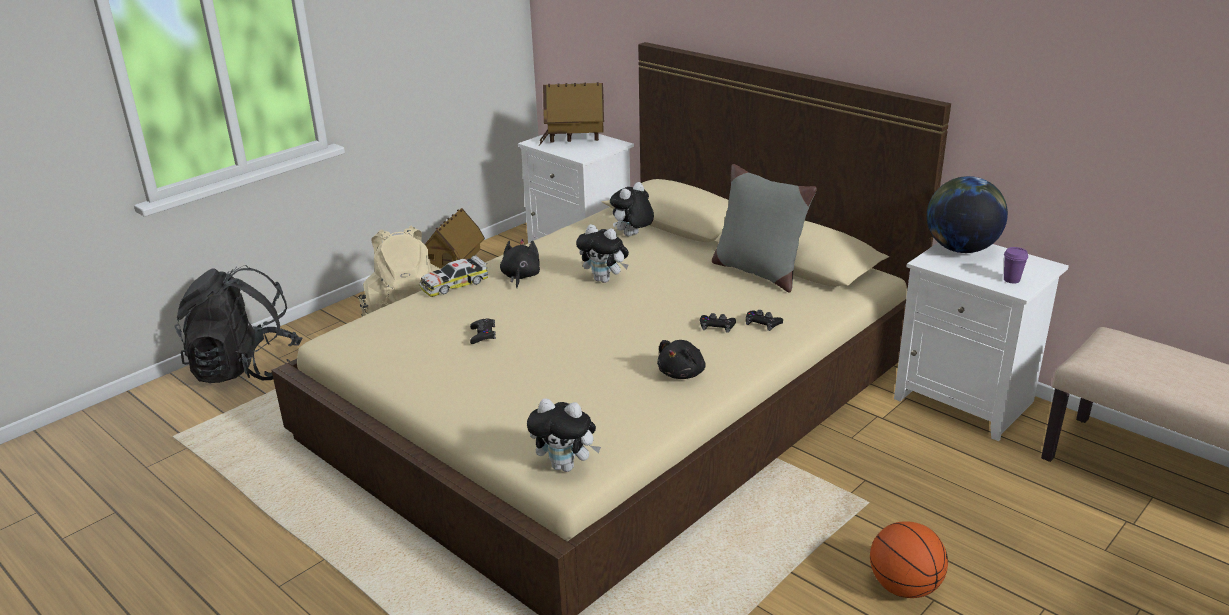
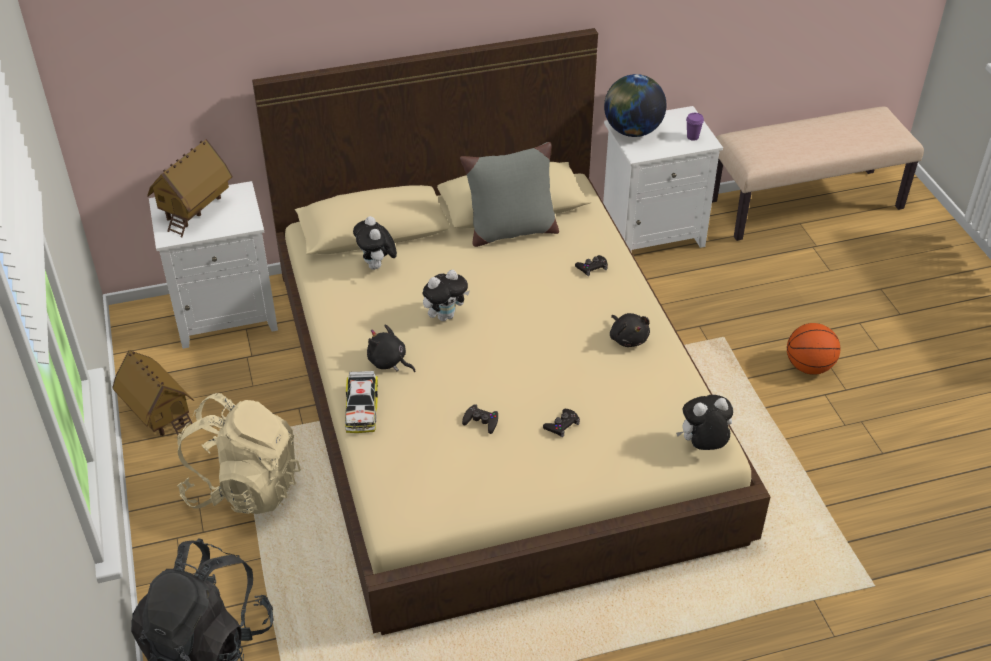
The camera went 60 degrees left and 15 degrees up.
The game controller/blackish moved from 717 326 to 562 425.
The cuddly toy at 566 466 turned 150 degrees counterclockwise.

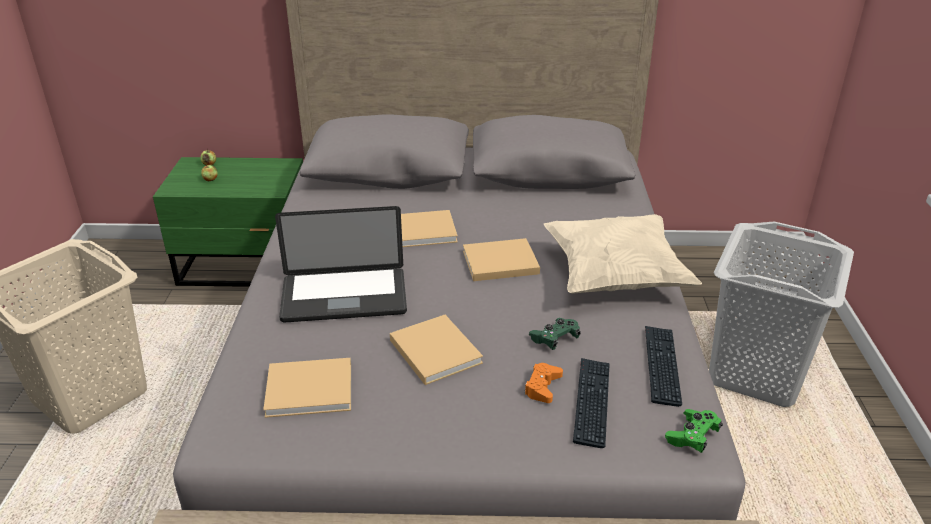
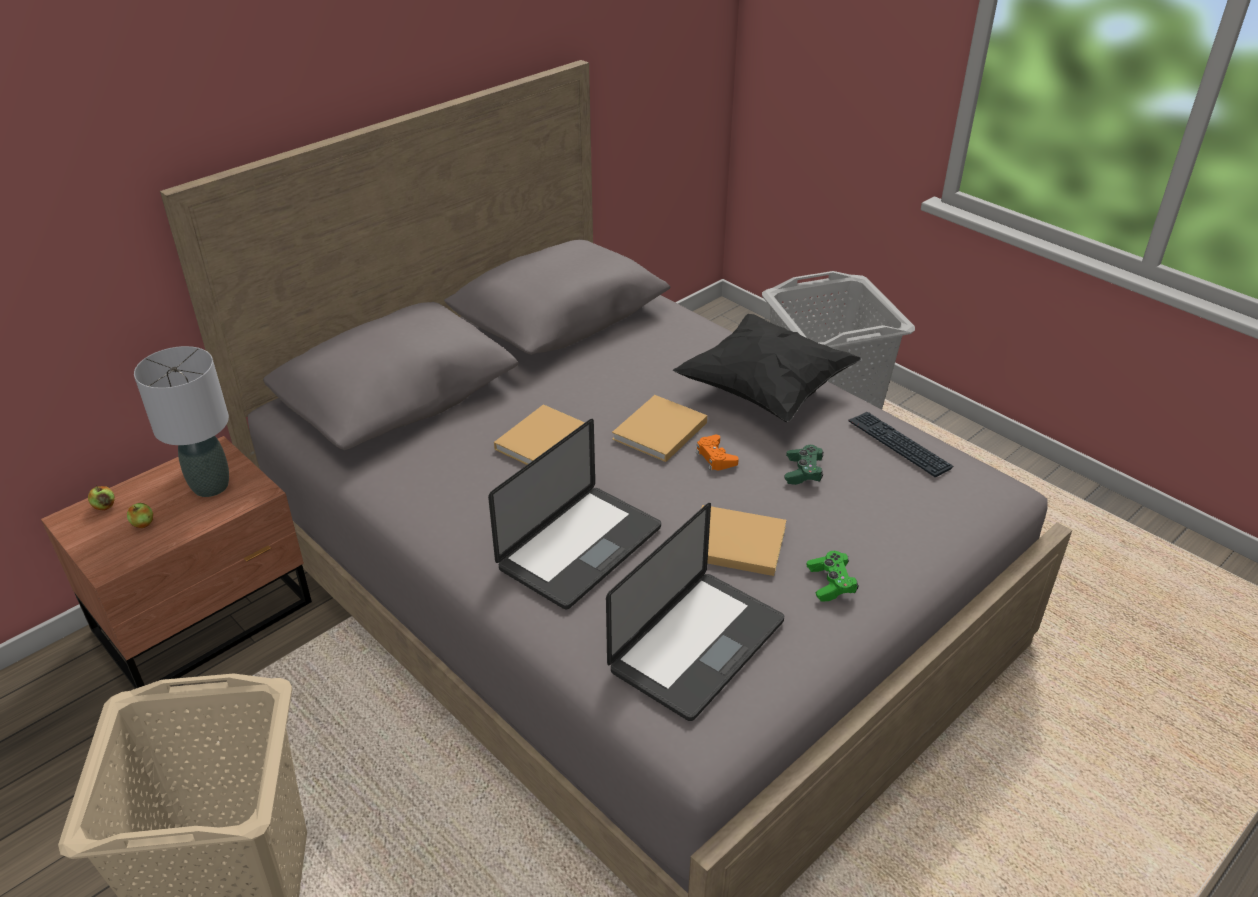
The camera went 45 degrees left and 5 degrees up.
The night table/greenish at 248 266 became the night table/brown-coloured at 208 617.
The table lamp/grey at 211 486 appeared.
The bound book/beige-coloured at 312 390 was replaced by the portable computer at 697 646.
The throw pillow/beige-coloured at 615 277 became the throw pillow/blackish at 764 391.
The game controller/orangey moved from 542 387 to 715 457.
The game controller/greenish moved from 692 437 to 830 583.
The keyboard at 591 402 disappeared.

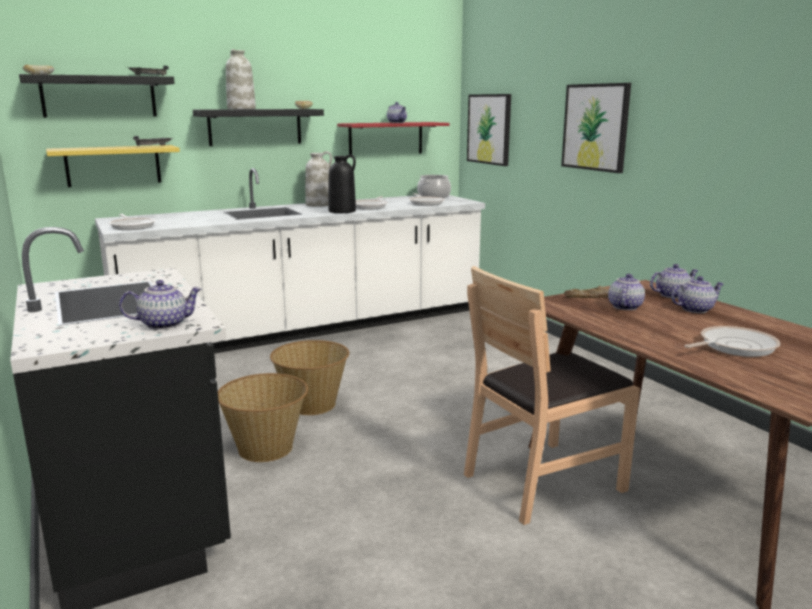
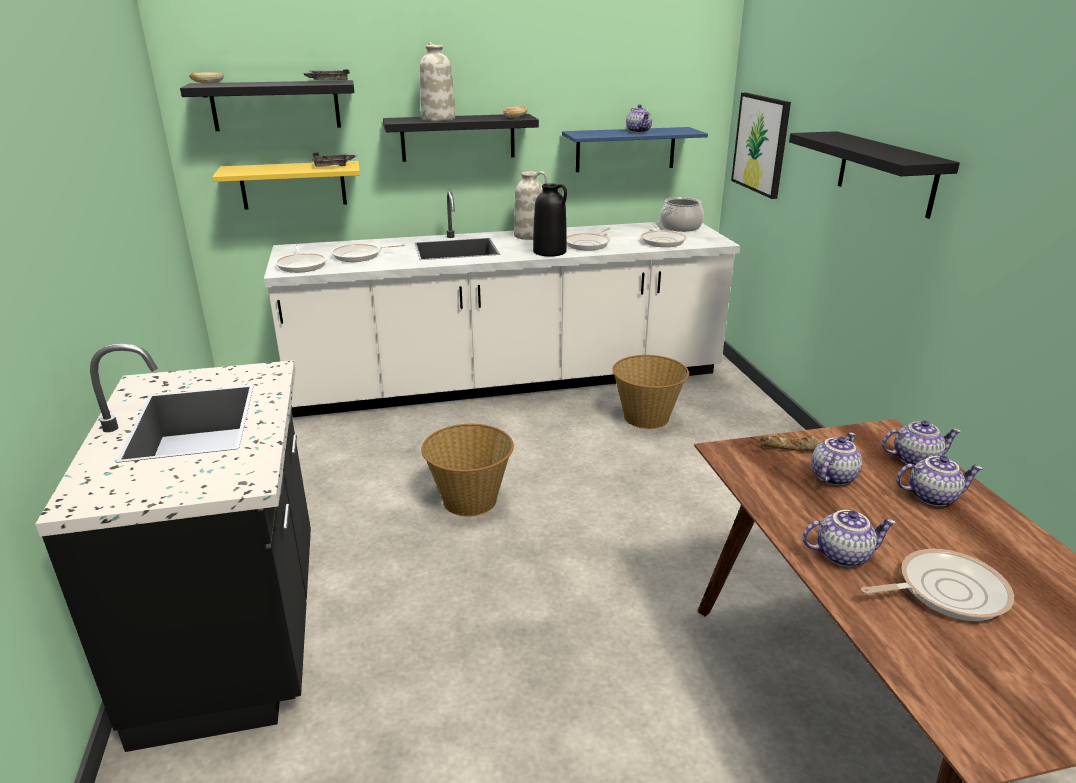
The camera went 15 degrees right and 10 degrees up.
The pan at 360 256 appeared.
The shelf/reddish at 386 138 became the shelf/bluish at 625 149.
The basket moved from 266 448 to 647 417.
The picture at 595 127 was replaced by the shelf/blackish at 886 173.
The teapot moved from 164 324 to 842 554.
The upright chair/brown-coloured at 542 480 disappeared.

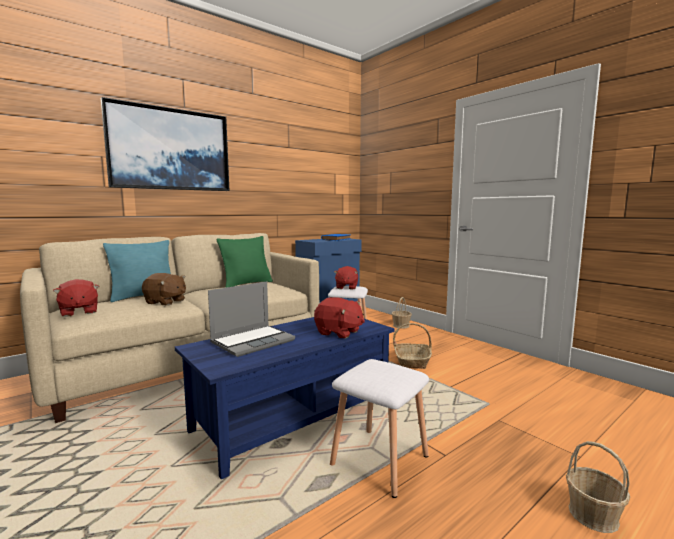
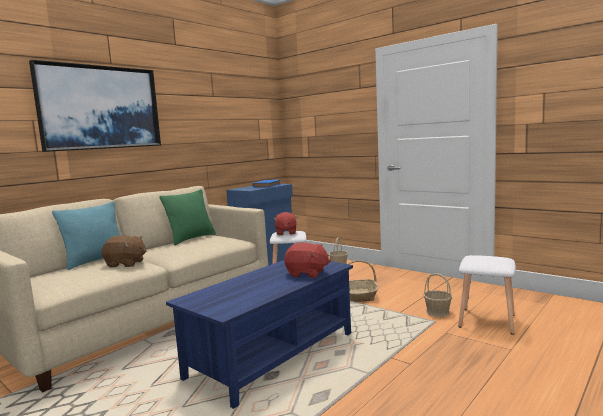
The camera went 10 degrees left and 0 degrees up.
The basket moved from 593 514 to 437 312.
The stool/white-coloured moved from 378 460 to 485 321.
The cuddly toy/reddish at 78 312 disappeared.
The portable computer at 253 341 disappeared.

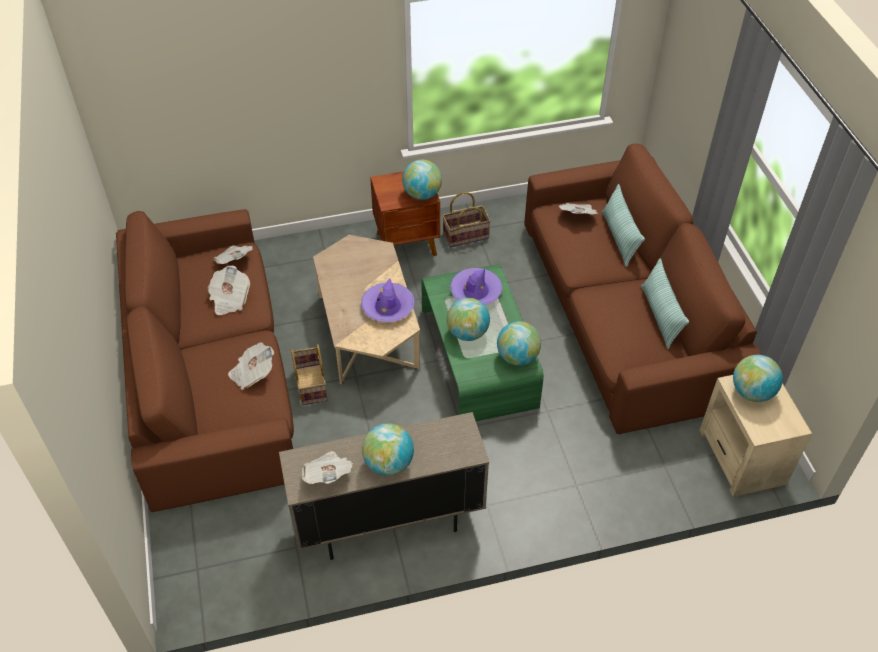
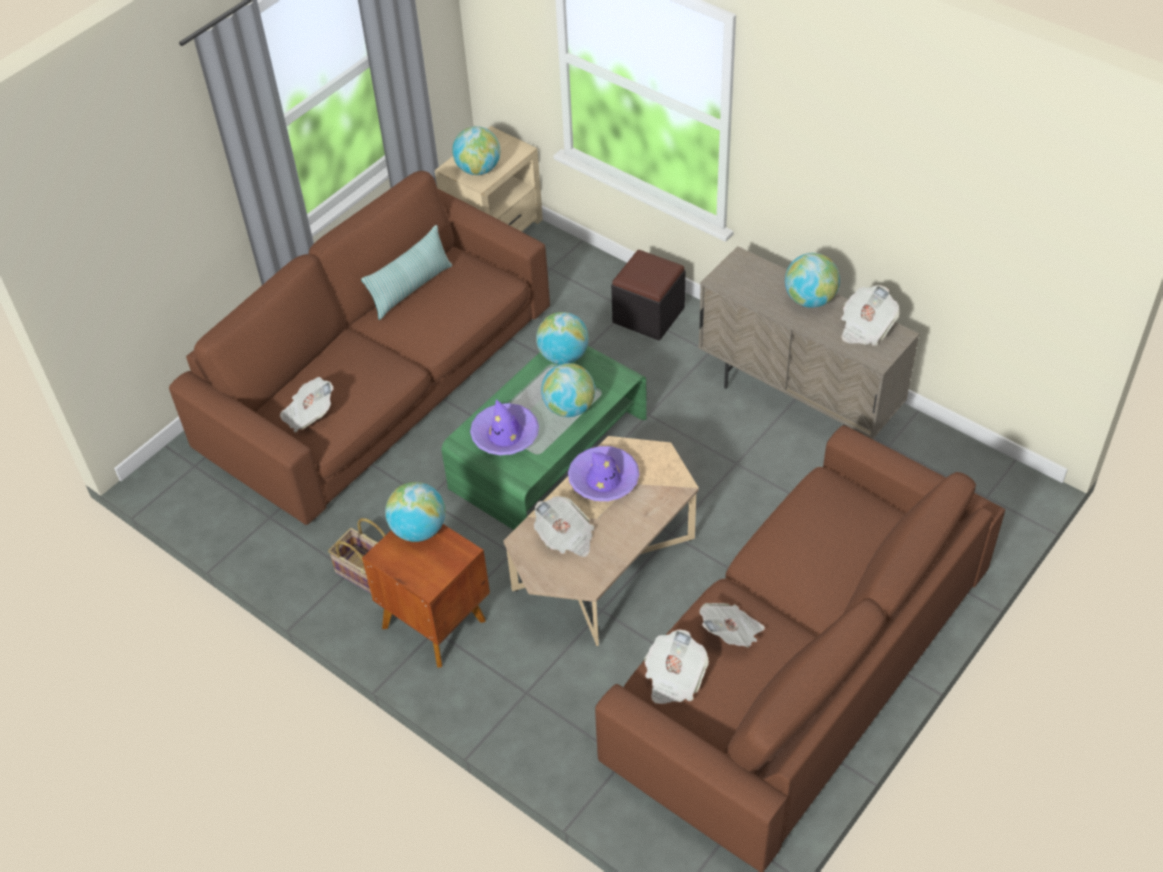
The camera went 125 degrees left and 0 degrees up.
The daily paper moved from 252 373 to 565 537.
The footrest/blackish at 648 315 appeared.
The basket at 310 385 disappeared.
The throw pillow at 619 238 disappeared.

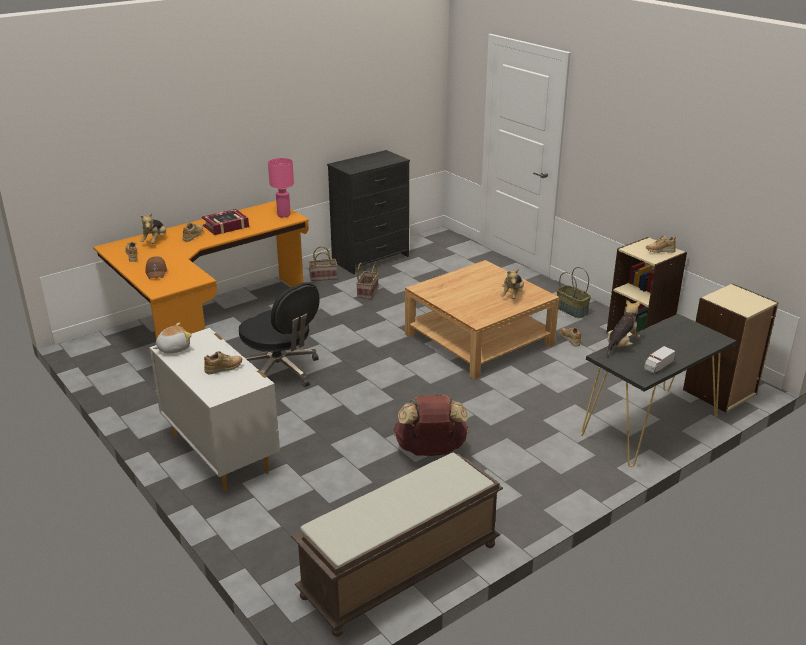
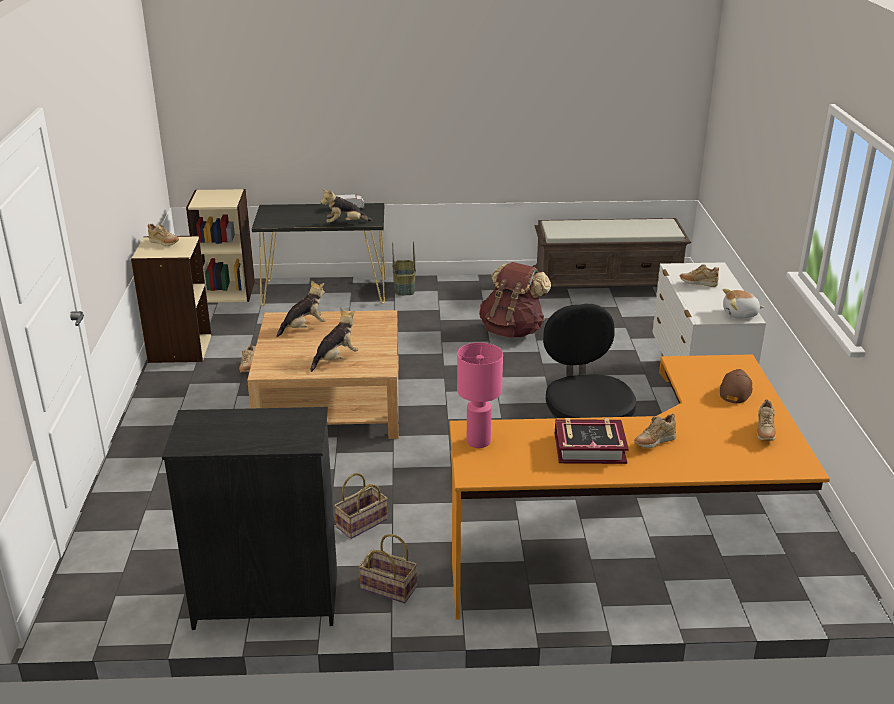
The camera went 145 degrees left and 0 degrees up.
The cuddly toy moved from 155 241 to 336 359.
The basket moved from 572 310 to 403 287.

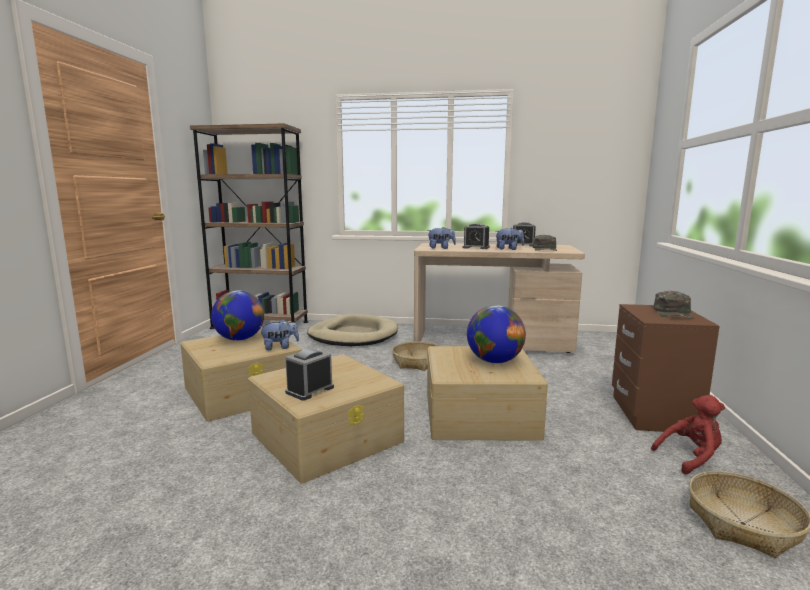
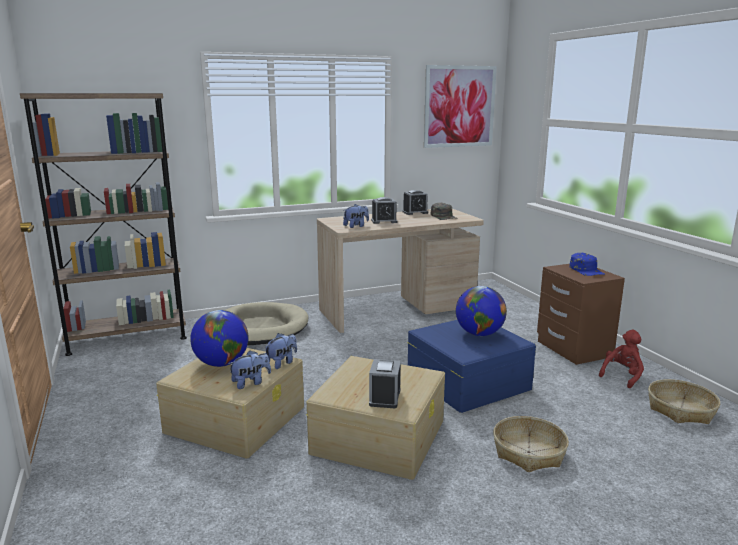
The camera went 30 degrees left and 5 degrees up.
The cuddly toy moved from 509 249 to 250 383.
The storage box/beige-coloured at 479 413 became the storage box/bluish at 467 381.
The picture at 459 106 appeared.
The basket moved from 417 362 to 529 452.
The peaked cap/greenish at 673 313 became the peaked cap/bluish at 586 270.

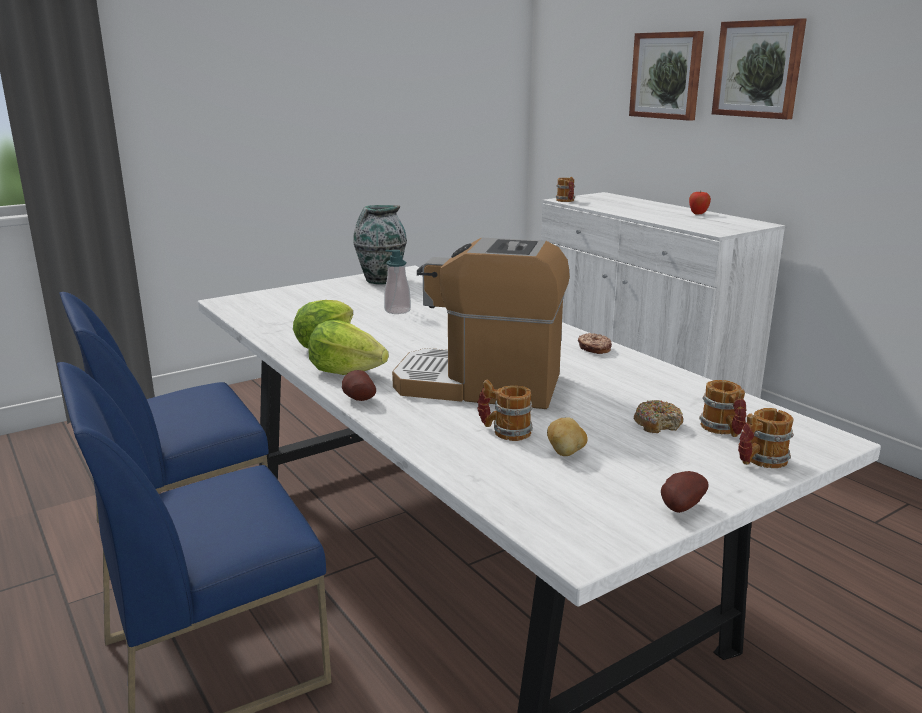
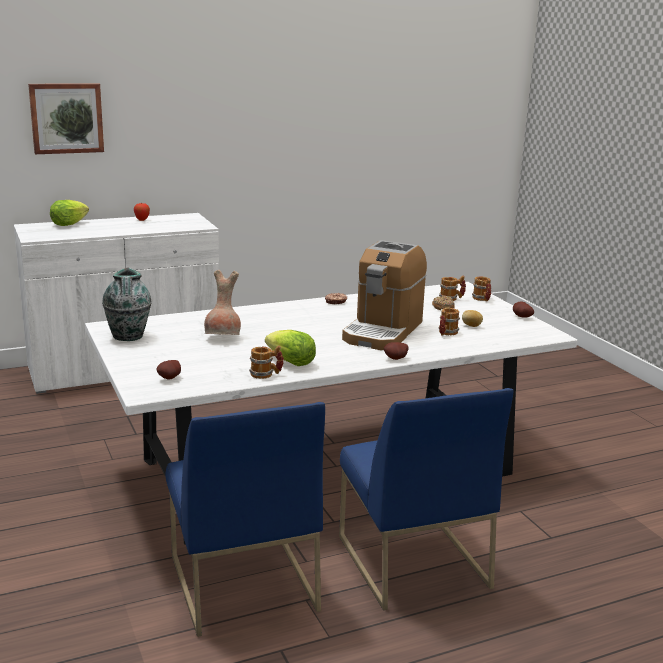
The camera went 80 degrees left and 0 degrees up.
The lettuce head moved from 346 372 to 68 224.
The whole potato at 170 378 appeared.
The soap bottle at 397 311 was replaced by the decorative vase/brown-coloured at 223 338.
The tea mug moved from 566 201 to 266 374.
The picture at 758 69 disappeared.

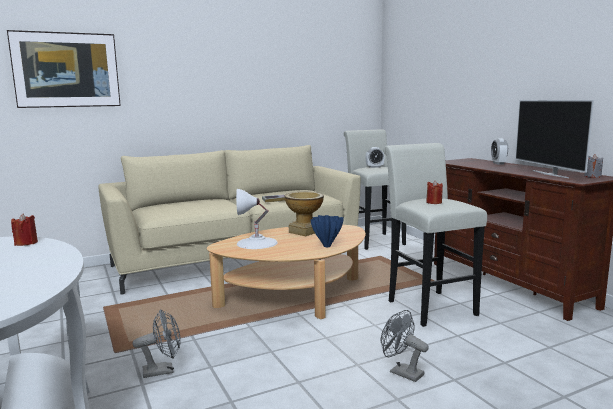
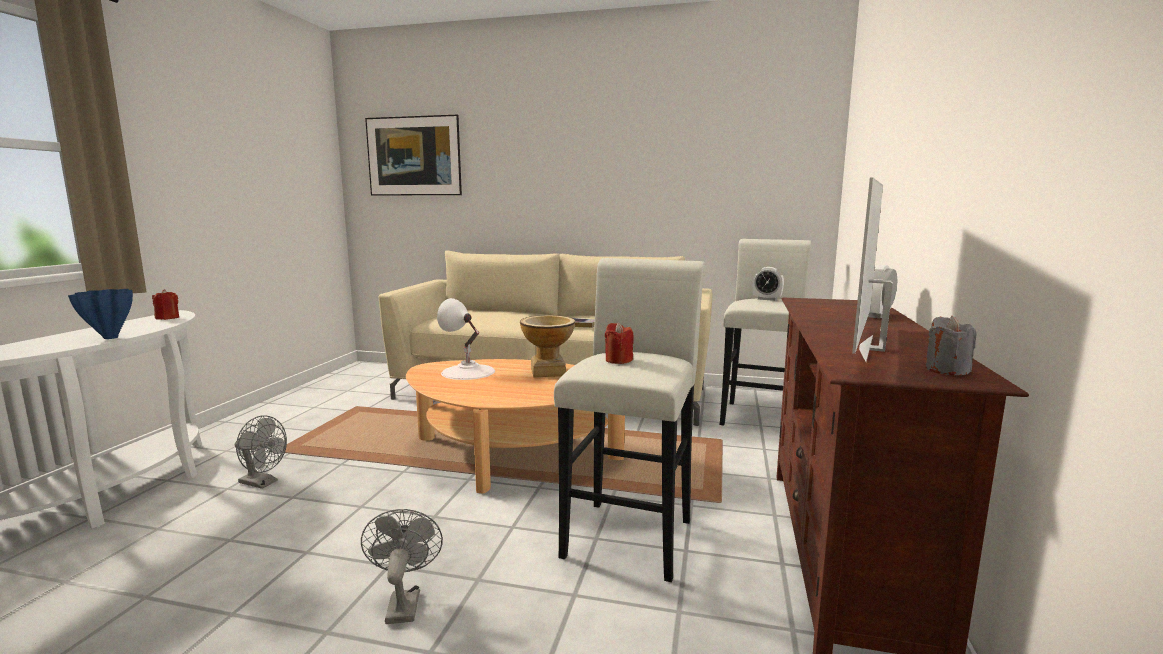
The camera went 40 degrees right and 0 degrees up.
The decorative vase/bluish moved from 326 246 to 110 337.

